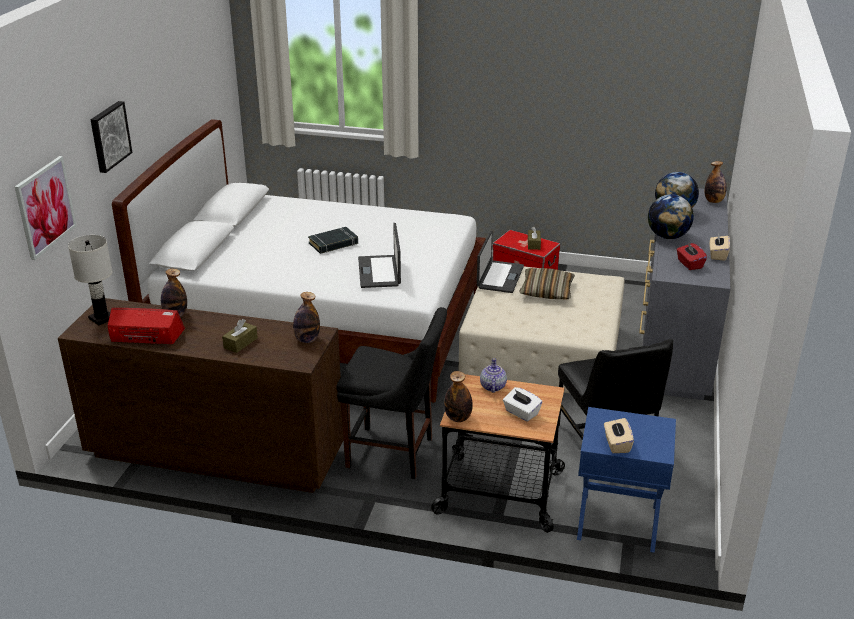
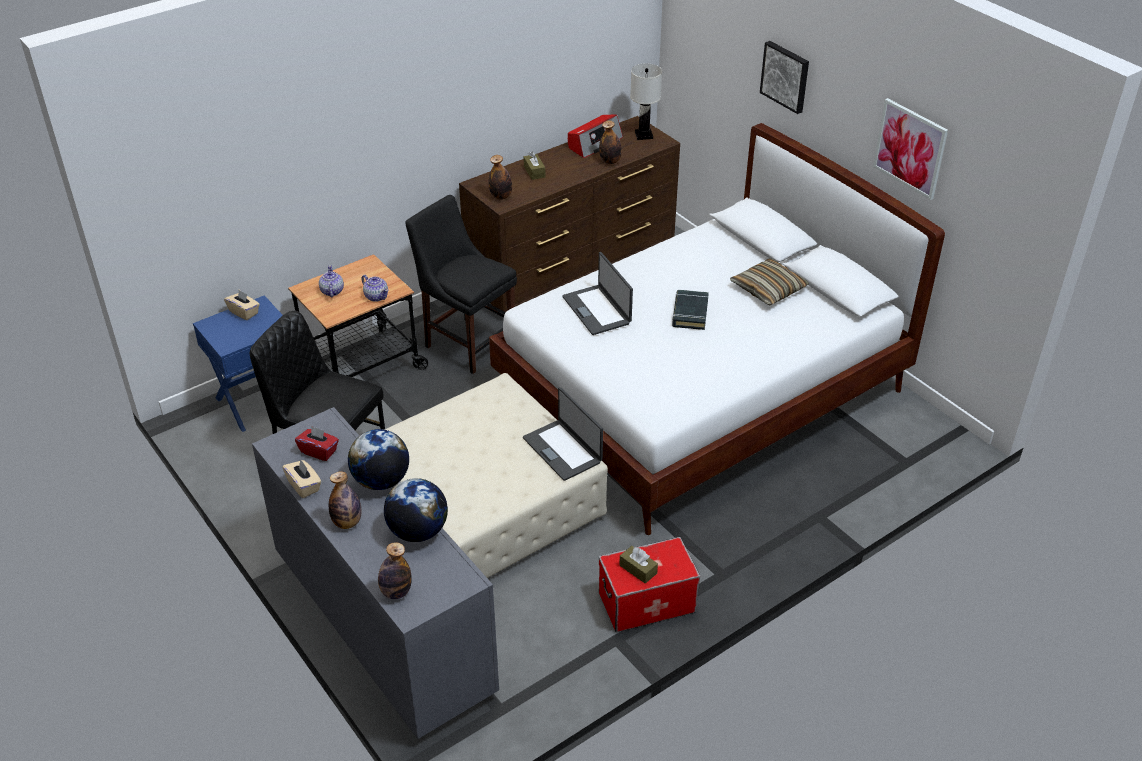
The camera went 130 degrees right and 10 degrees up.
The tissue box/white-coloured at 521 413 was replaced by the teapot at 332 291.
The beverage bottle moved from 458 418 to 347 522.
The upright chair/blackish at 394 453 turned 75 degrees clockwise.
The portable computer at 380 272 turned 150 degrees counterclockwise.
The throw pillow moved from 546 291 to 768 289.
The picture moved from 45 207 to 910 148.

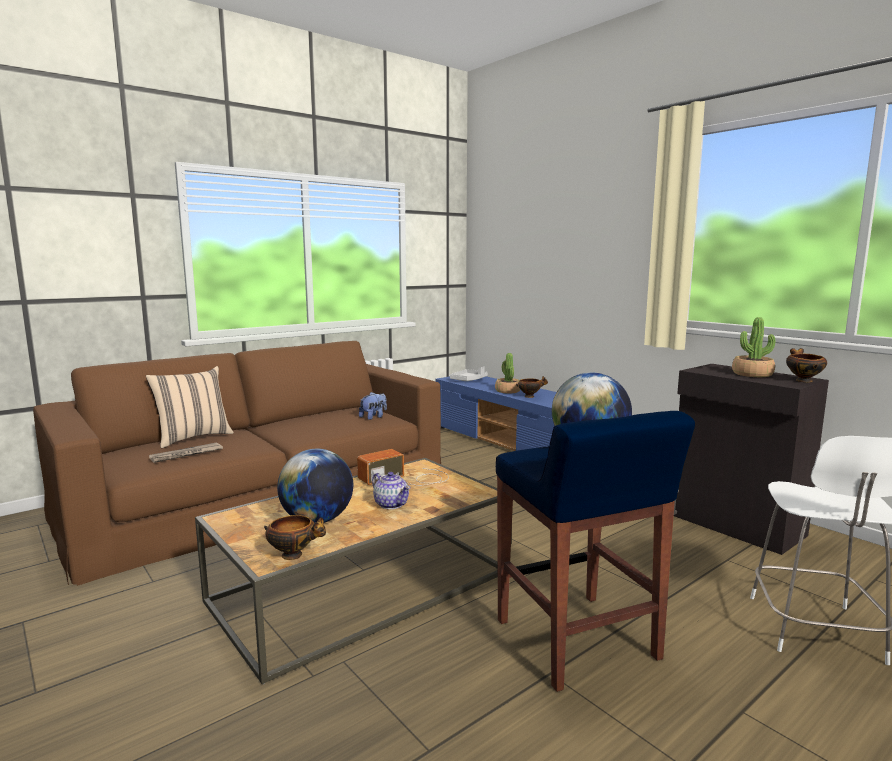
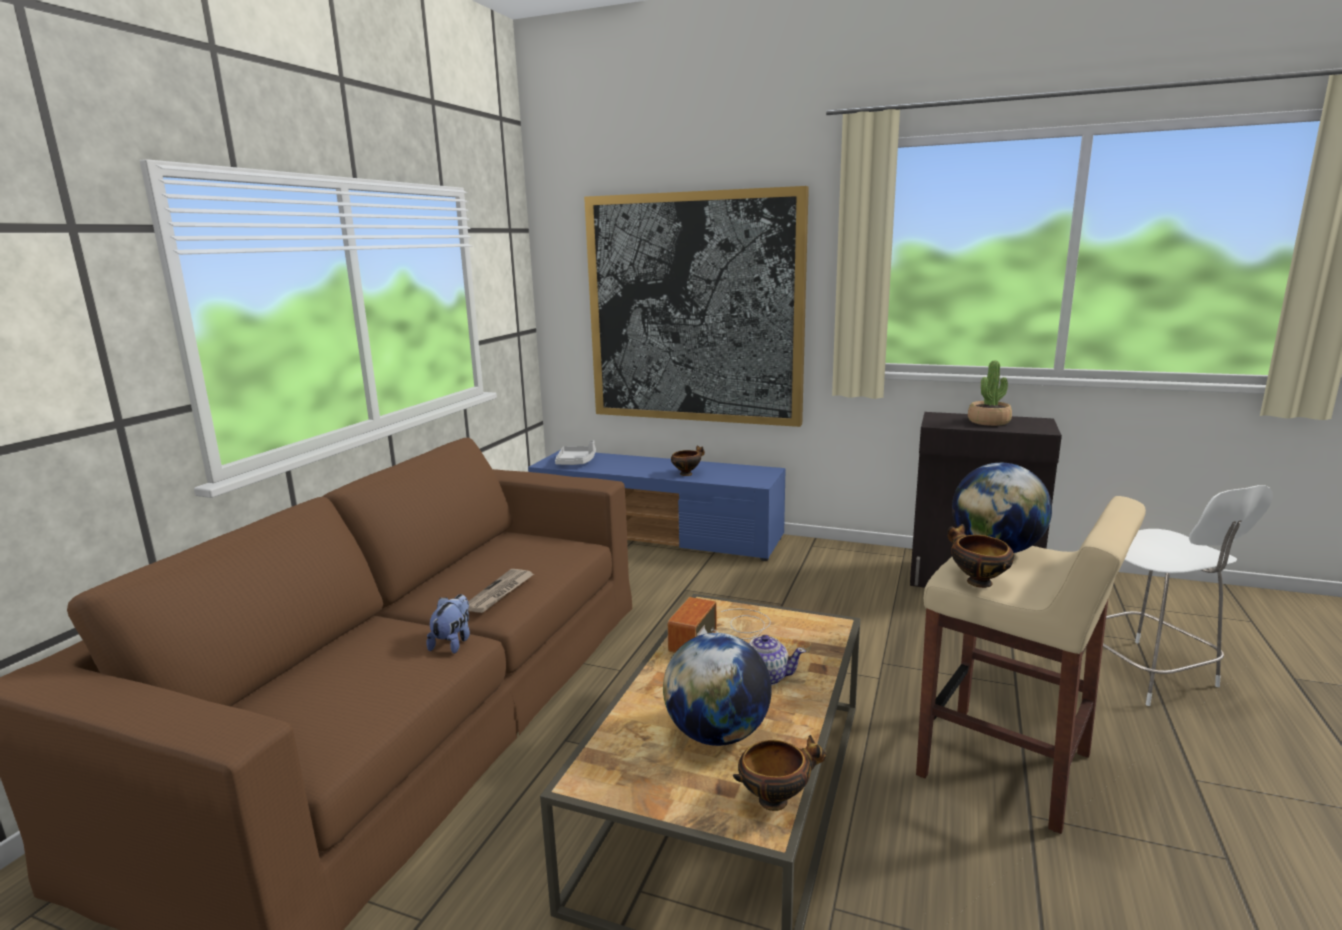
The camera went 30 degrees left and 5 degrees up.
The cuddly toy moved from 373 417 to 453 642.
The daily paper moved from 186 454 to 500 593.
The picture at 694 309 appeared.
The stool/bluish at 577 641 became the stool/beige-coloured at 1007 767.
The bowl moved from 802 380 to 976 581.
The throw pillow/beige-coloured at 193 437 disappeared.
The houseplant at 507 391 disappeared.

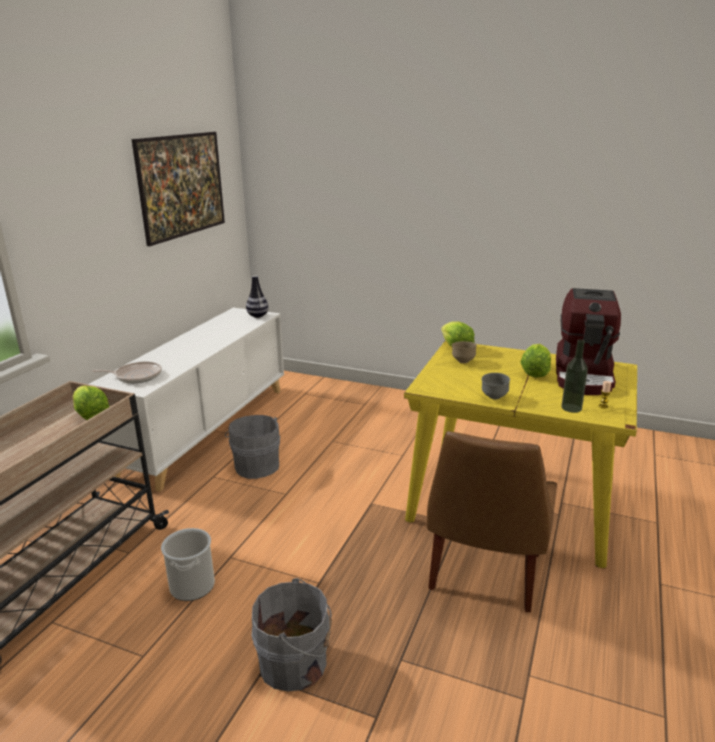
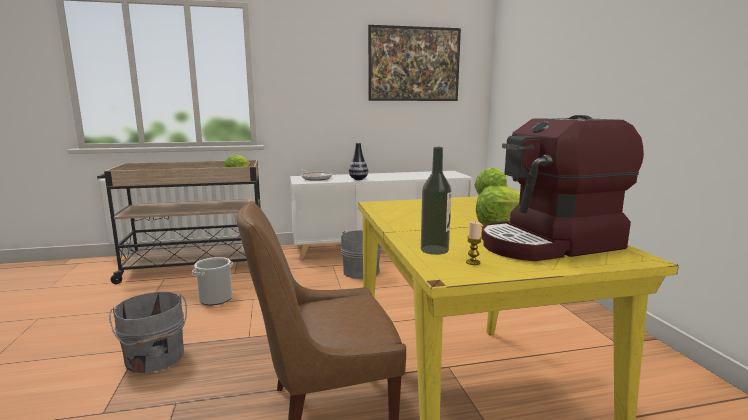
The camera went 55 degrees right and 10 degrees down.
The decorative vase moved from 257 316 to 358 179.
The bowl/brown-coloured at 463 361 disappeared.
The bowl/grey at 494 397 disappeared.

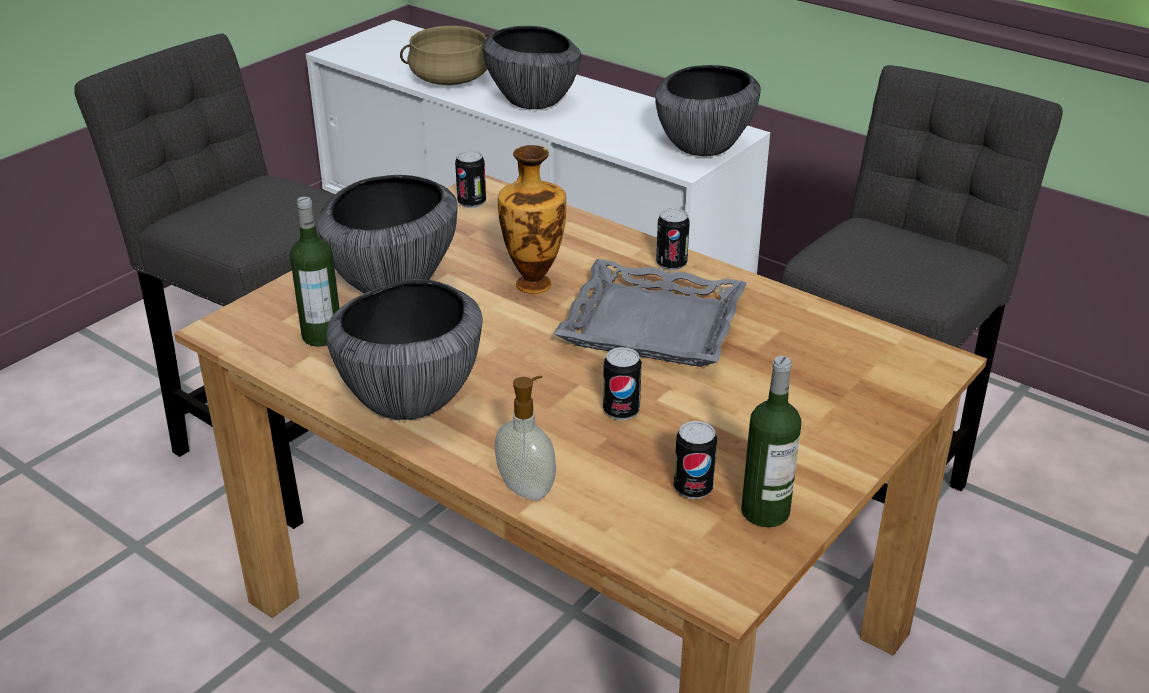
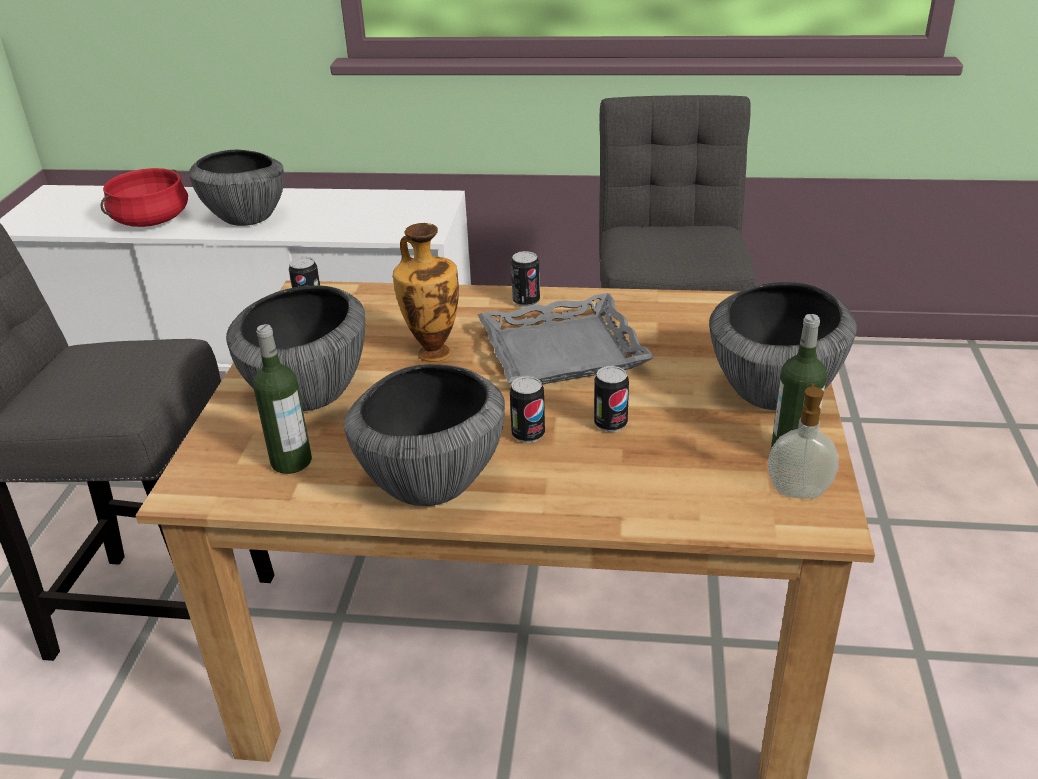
The camera went 30 degrees left and 0 degrees up.
The cooking pot/beige-coloured at 450 79 became the cooking pot/reddish at 151 220.
The sealed can moved from 693 488 to 528 434.
The bowl moved from 703 147 to 773 392.
The soap bottle moved from 527 488 to 798 490.

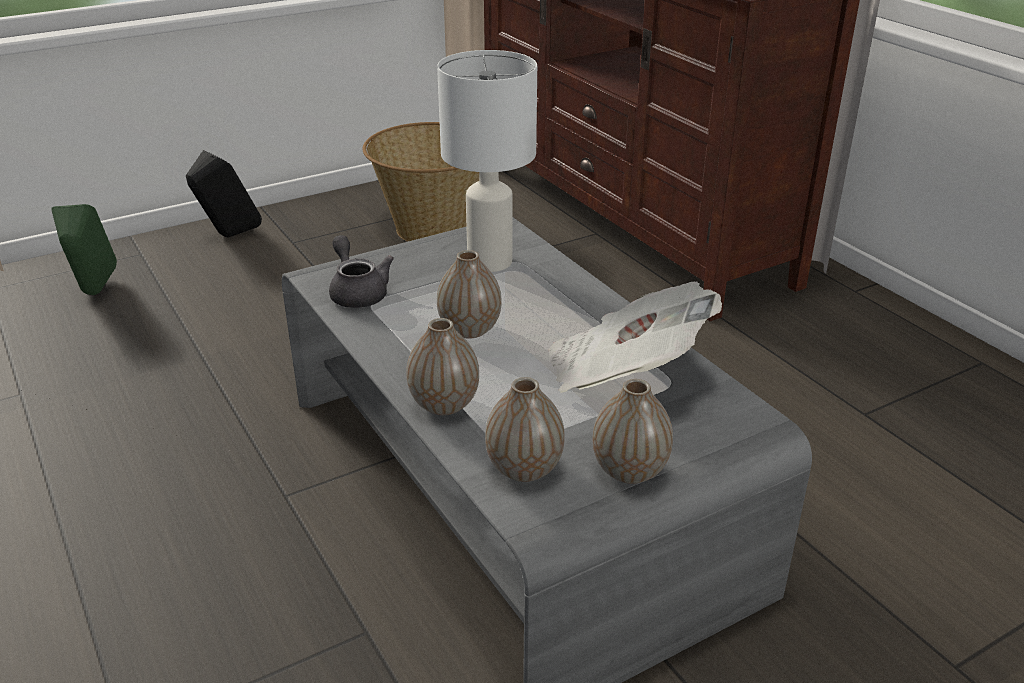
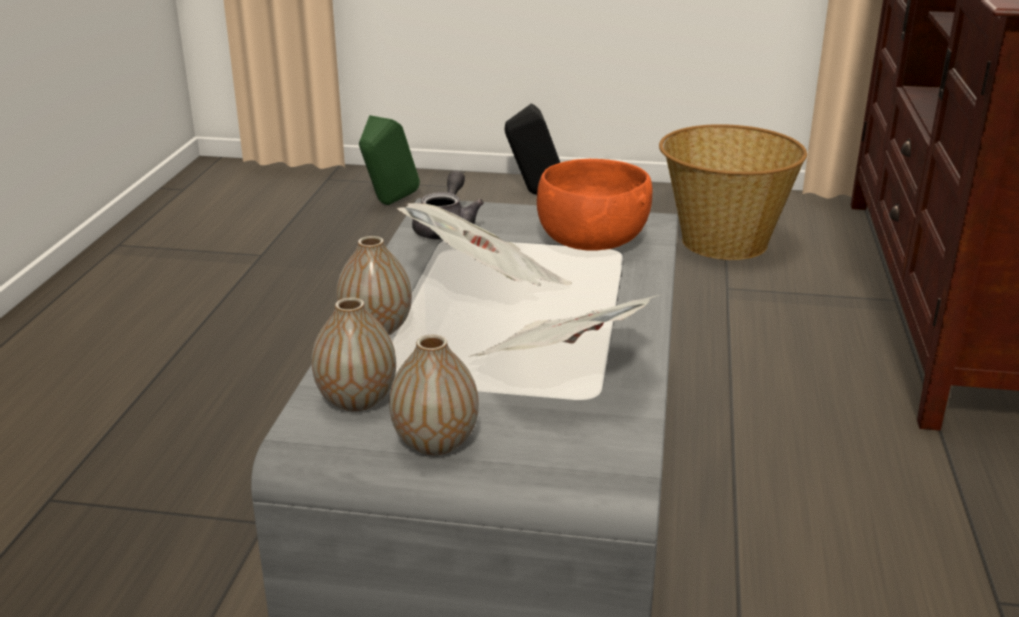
The camera went 40 degrees right and 5 degrees down.
The decorative vase at 469 330 was replaced by the daily paper at 487 286.
The table lamp/white-coloured at 489 262 was replaced by the bowl/orangey at 591 242.

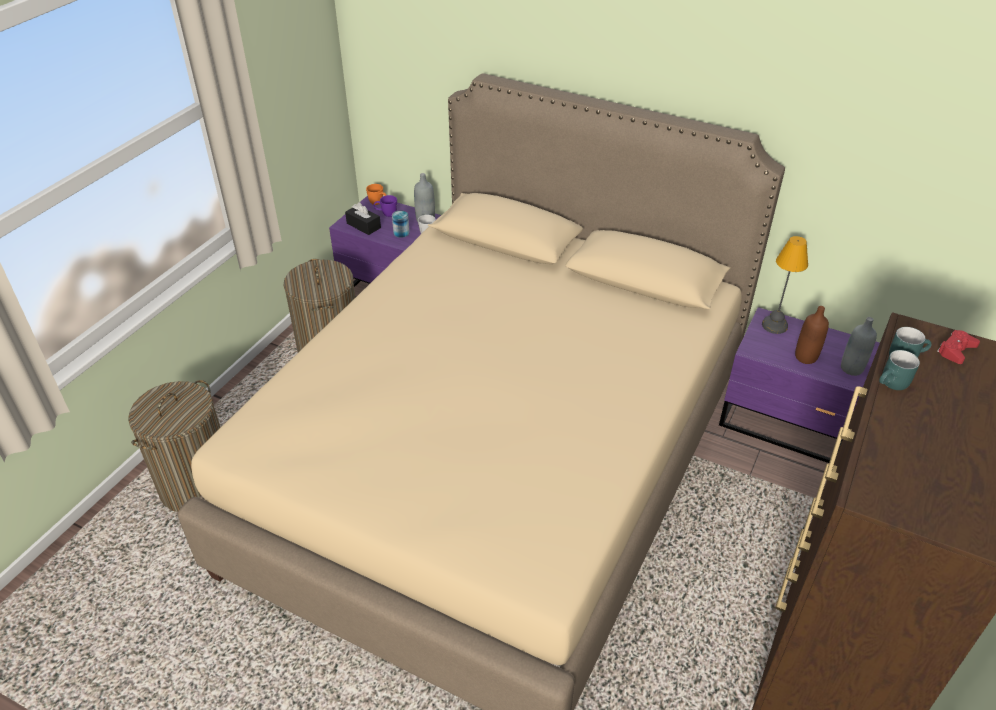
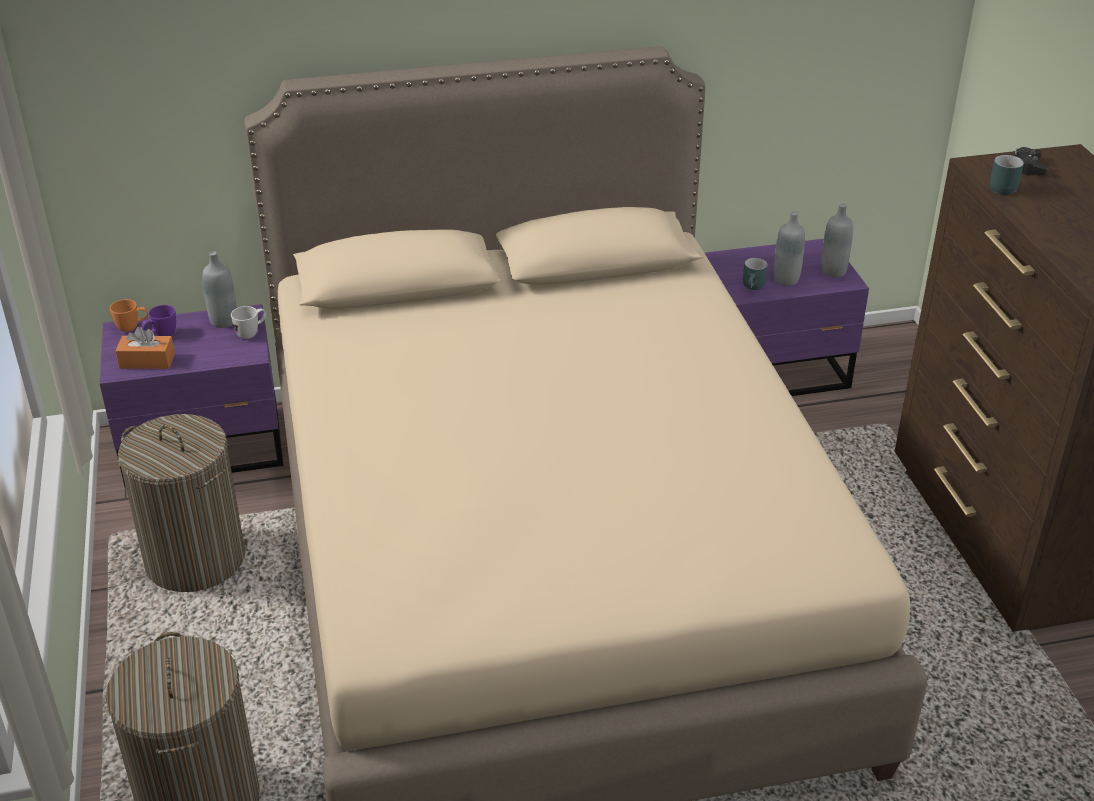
The camera went 40 degrees left and 5 degrees down.
The tissue box/blackish at 363 225 became the tissue box/orangey at 147 361.
The tea mug/blue-green moved from 893 385 to 754 287.
The beverage bottle/brown-coloured at 805 357 became the beverage bottle/grey at 786 279.
The game controller/reddish at 955 350 became the game controller/blackish at 1029 167.
The sealed can at 401 233 disappeared.
The table lamp at 775 325 disappeared.

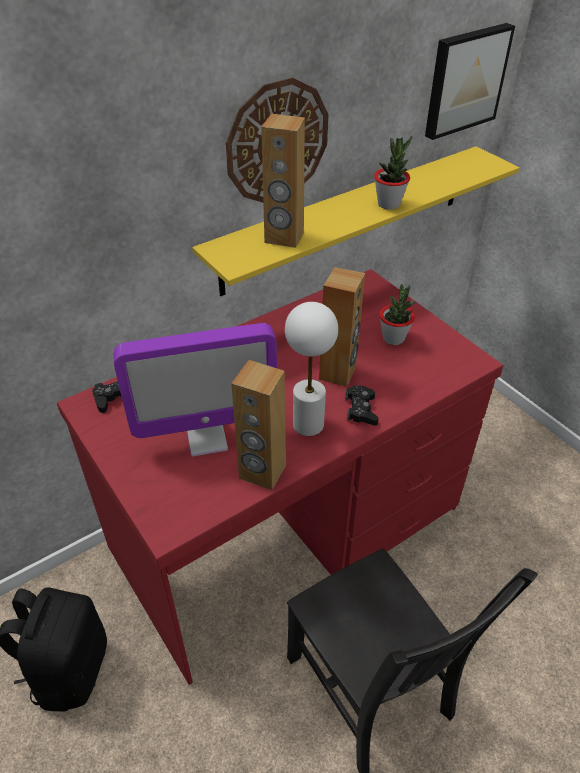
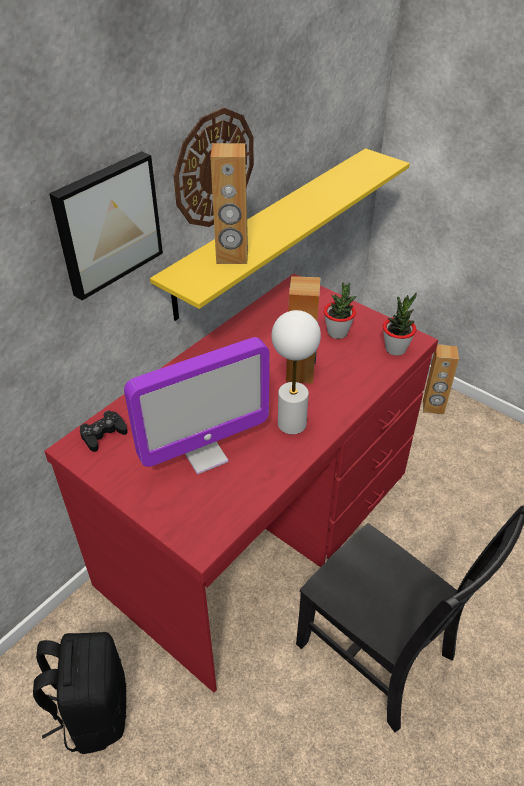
The camera went 15 degrees left and 0 degrees up.
The picture moved from 465 80 to 107 224.
The houseplant moved from 389 204 to 395 349.
The loudspeaker/brown-coloured moved from 262 472 to 433 407.
The game controller/blackish at 361 410 disappeared.

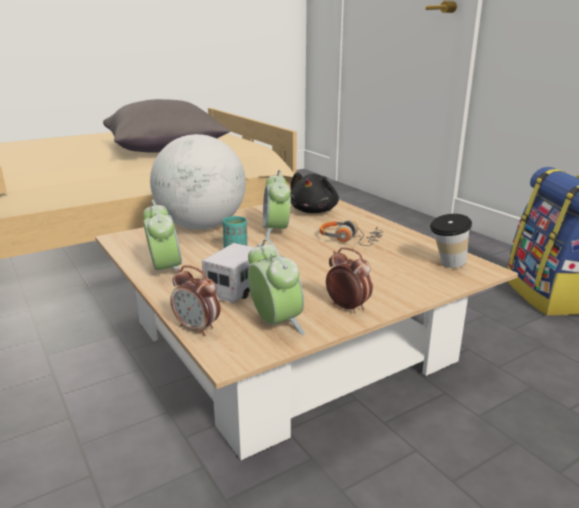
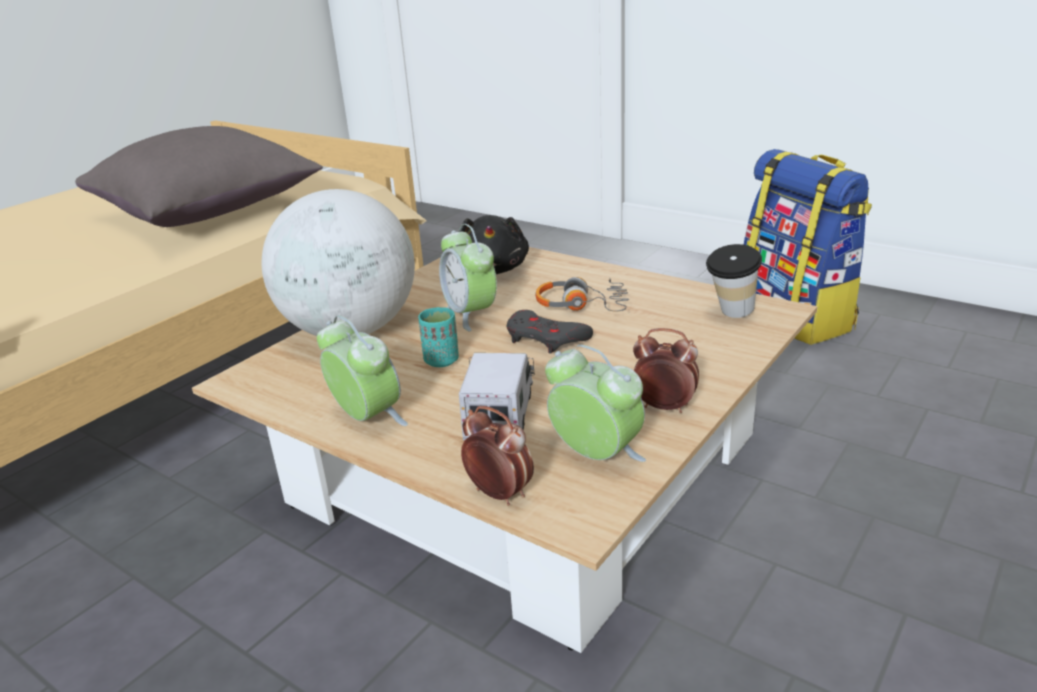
The camera went 20 degrees left and 5 degrees up.
The alarm clock at 197 328 turned 150 degrees counterclockwise.
The game controller/grey at 545 338 appeared.

